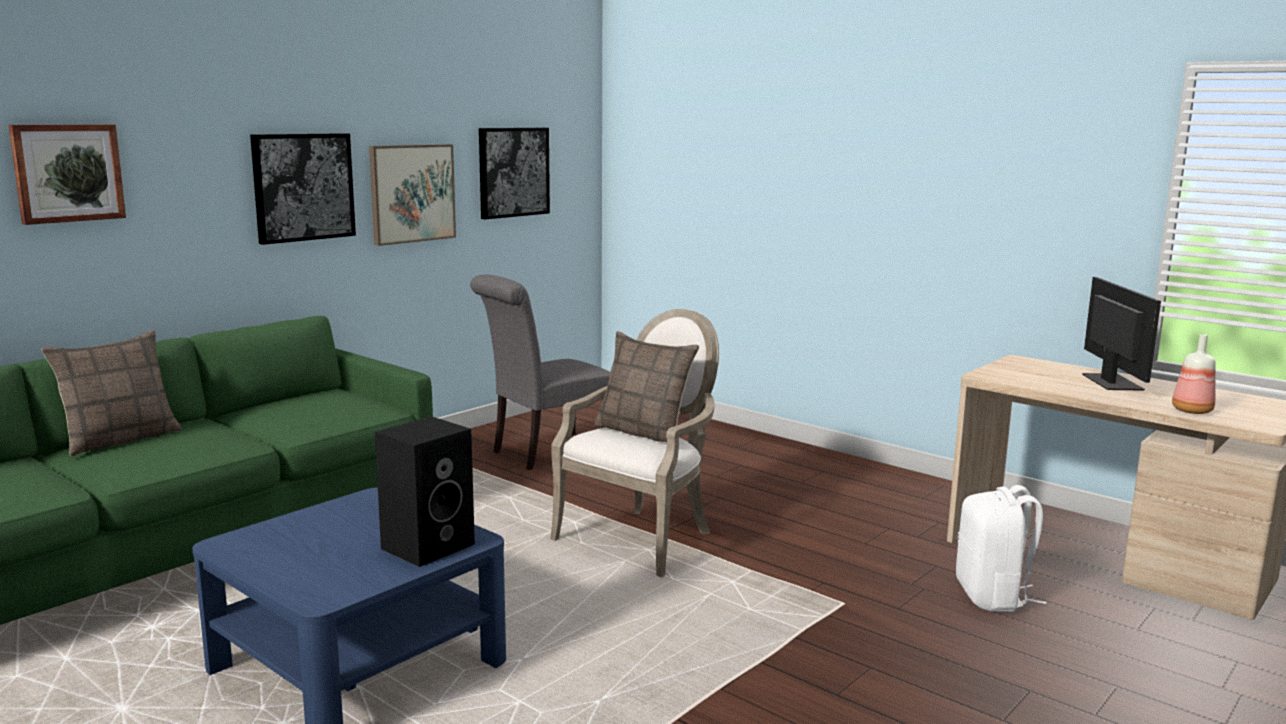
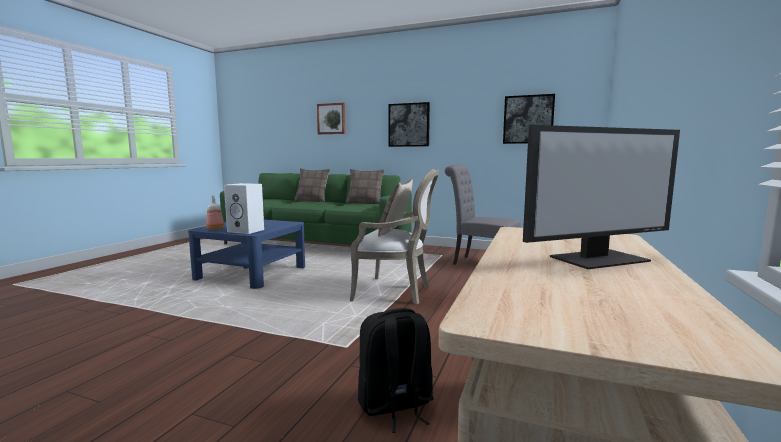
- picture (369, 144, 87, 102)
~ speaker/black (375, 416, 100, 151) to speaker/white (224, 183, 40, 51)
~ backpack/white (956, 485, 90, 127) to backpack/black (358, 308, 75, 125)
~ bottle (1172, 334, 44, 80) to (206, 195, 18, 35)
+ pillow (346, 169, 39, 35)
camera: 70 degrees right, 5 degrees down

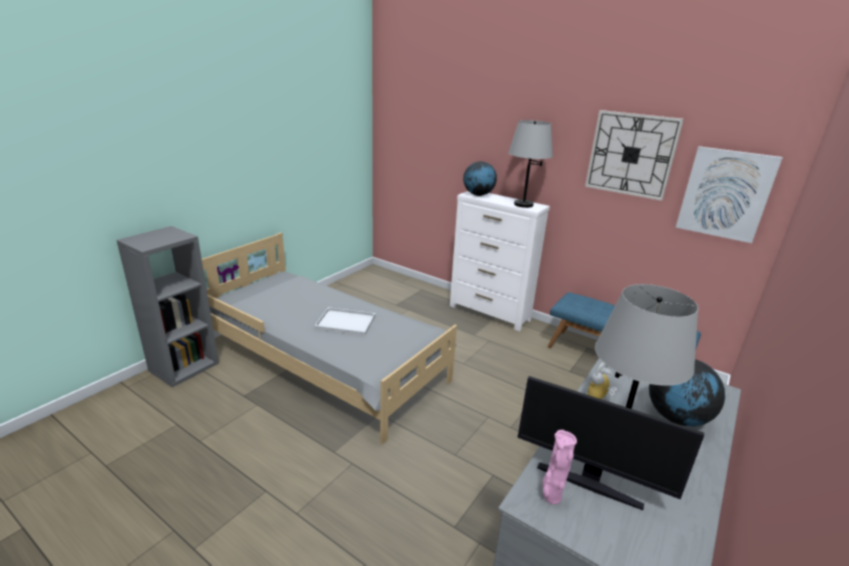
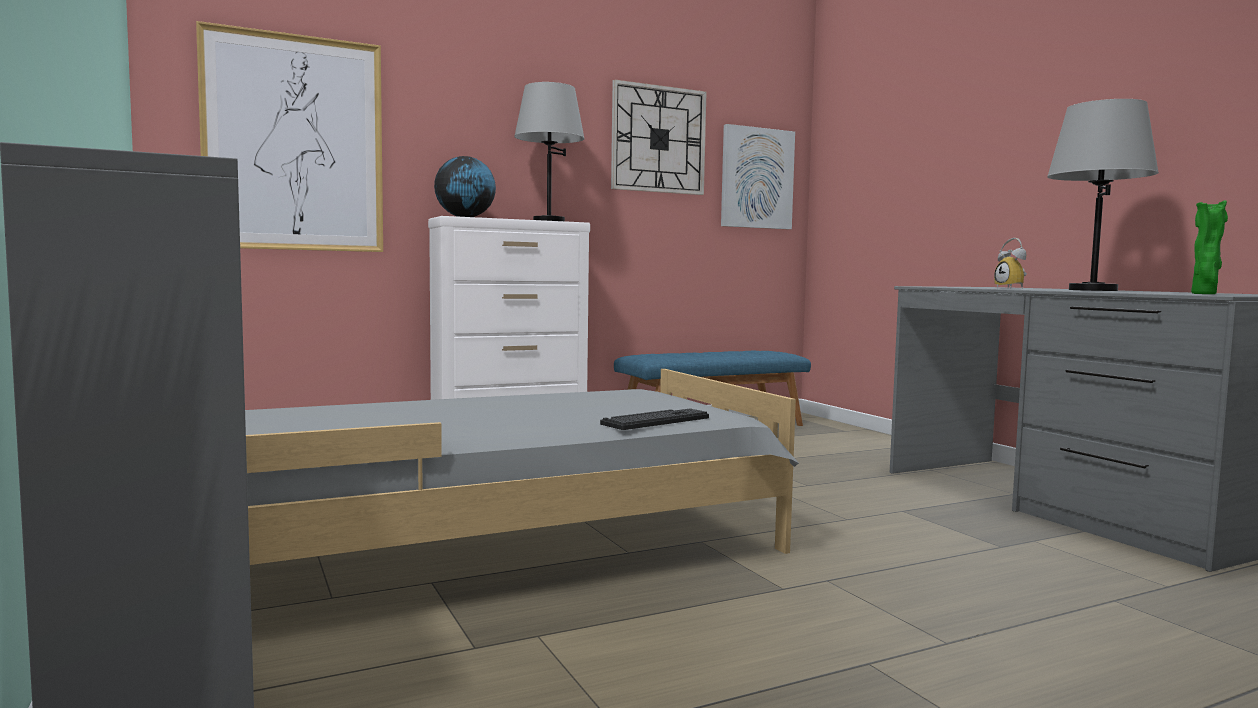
- tray/white (314, 307, 61, 29)
- monitor (518, 376, 186, 134)
~ vase/pink (543, 430, 34, 74) to vase/green (1191, 200, 37, 94)
- globe (649, 359, 76, 67)
+ picture (196, 21, 187, 231)
+ keyboard (600, 408, 109, 22)
camera: 60 degrees left, 20 degrees down

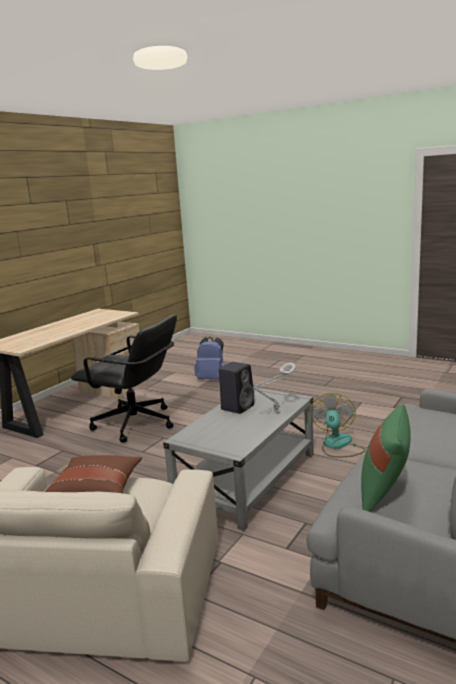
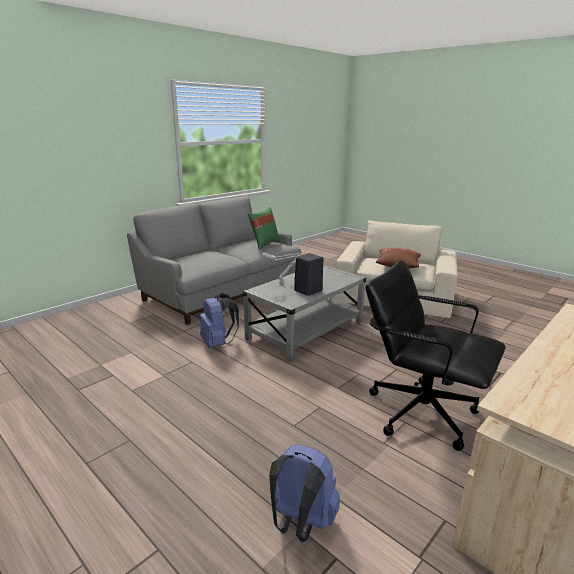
~ fan (313, 393, 53, 65) to backpack/blue (200, 293, 39, 55)
camera: 170 degrees left, 5 degrees up

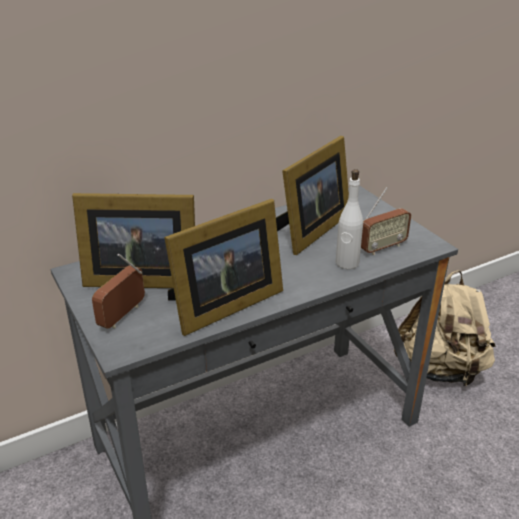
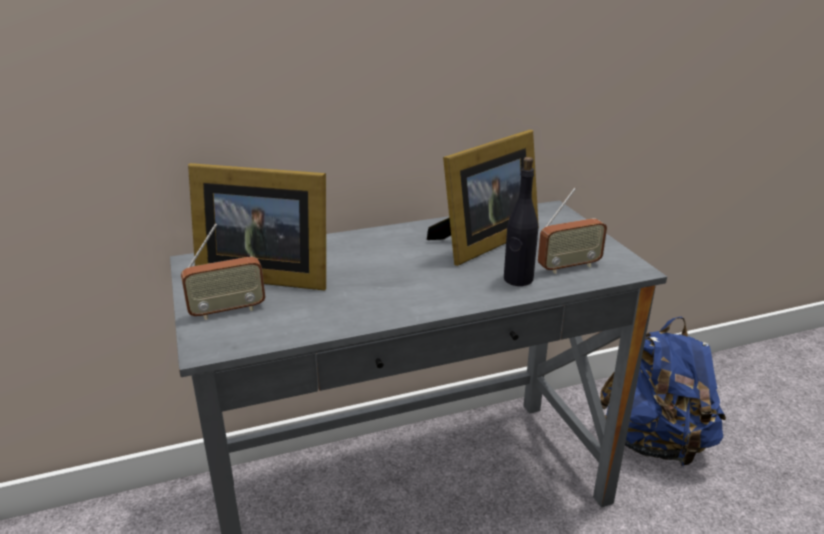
~ radio (92, 254, 53, 74) = (181, 224, 84, 96) 150 degrees counterclockwise
- picture frame (164, 199, 119, 137)
~ bottle/white (336, 169, 27, 100) to bottle/black (504, 157, 34, 129)
~ backpack/beige (394, 270, 102, 118) to backpack/blue (600, 317, 126, 151)
camera: 10 degrees right, 5 degrees down

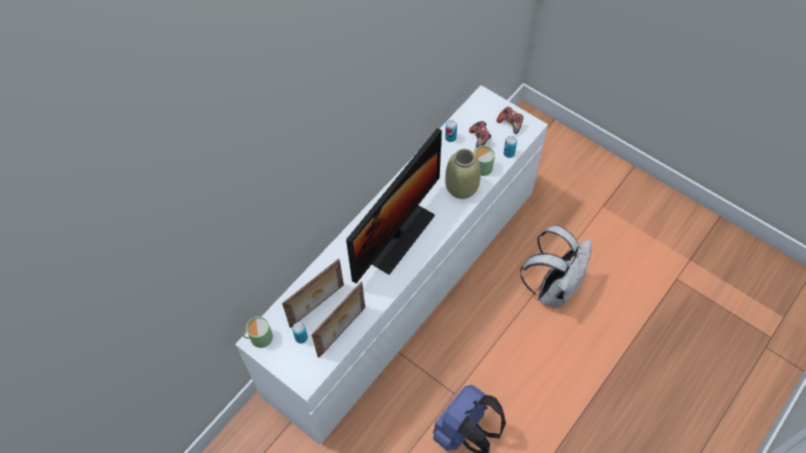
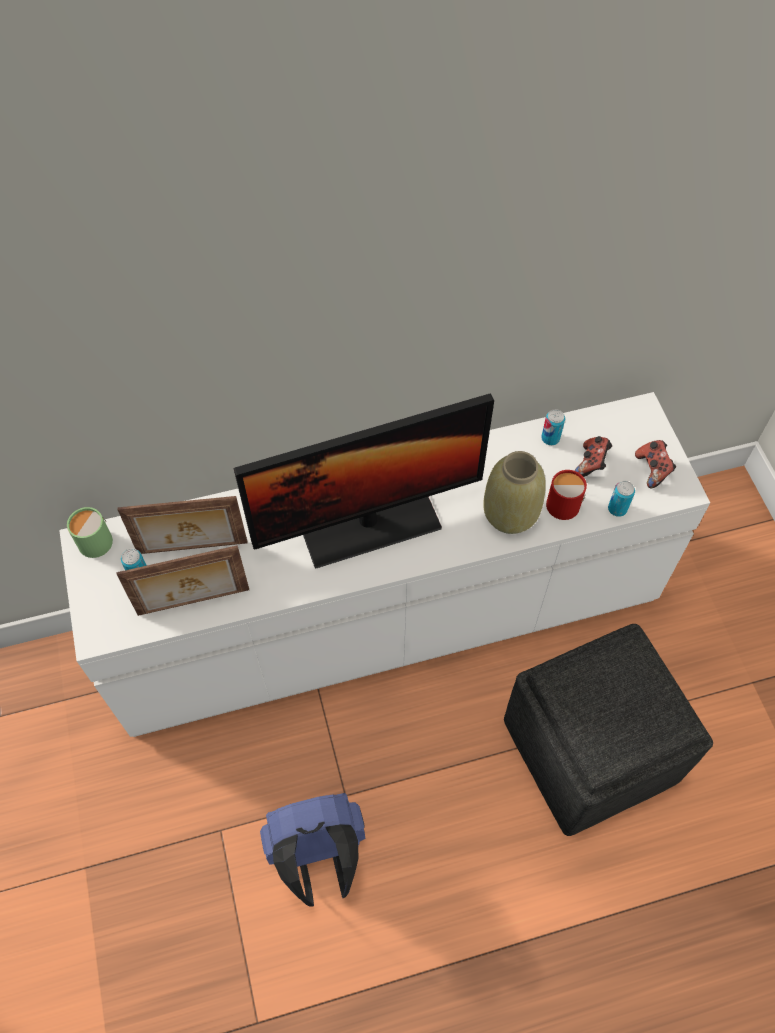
~ mug/green (474, 146, 21, 30) to mug/red (546, 470, 41, 50)
~ backpack/white (520, 226, 72, 82) to ottoman/grey (504, 624, 209, 212)
camera: 35 degrees right, 0 degrees up

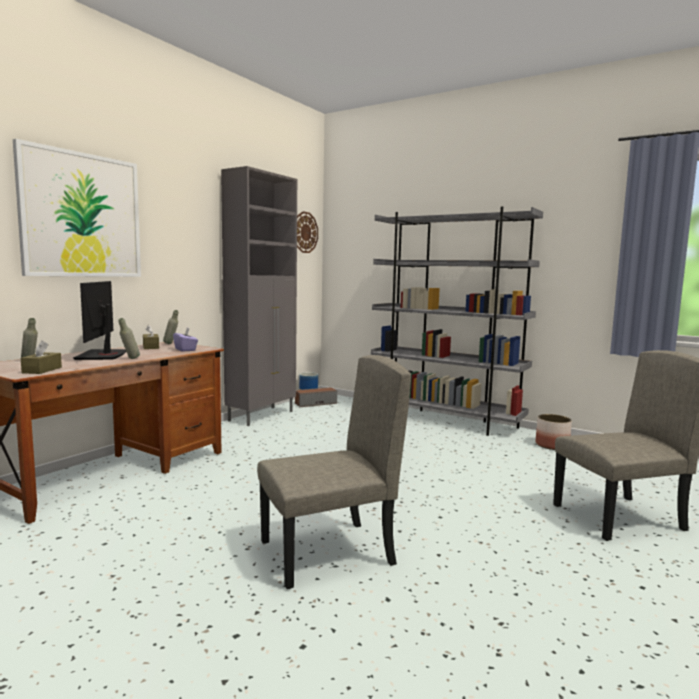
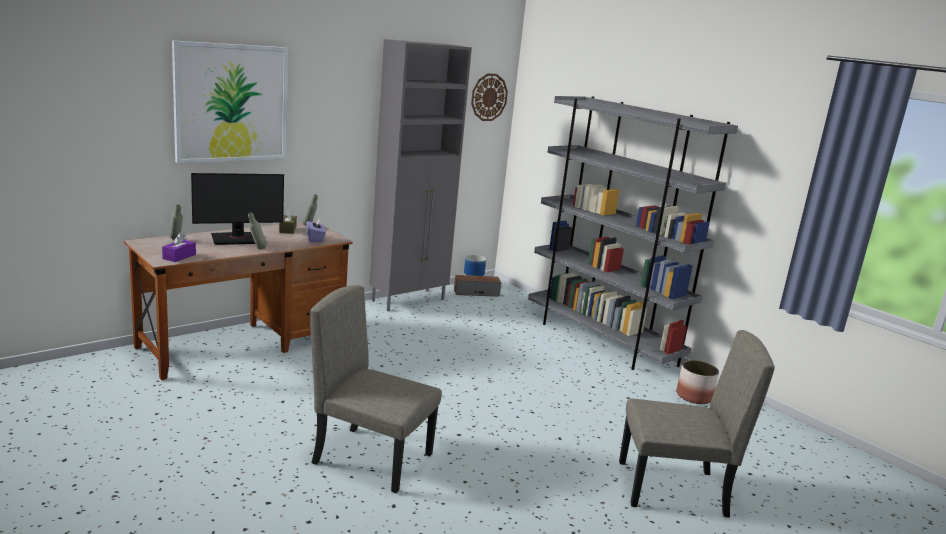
~ tissue box/brown (21, 341, 41, 33) to tissue box/purple (162, 232, 34, 30)
~ monitor (73, 281, 53, 79) = (191, 173, 93, 72) 120 degrees counterclockwise
~ chair/beige (257, 355, 154, 234) = (310, 285, 132, 208) 150 degrees counterclockwise
camera: 15 degrees right, 10 degrees up

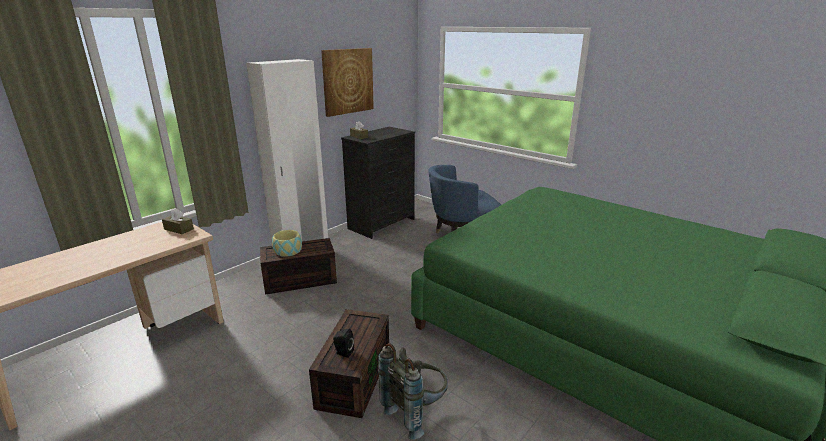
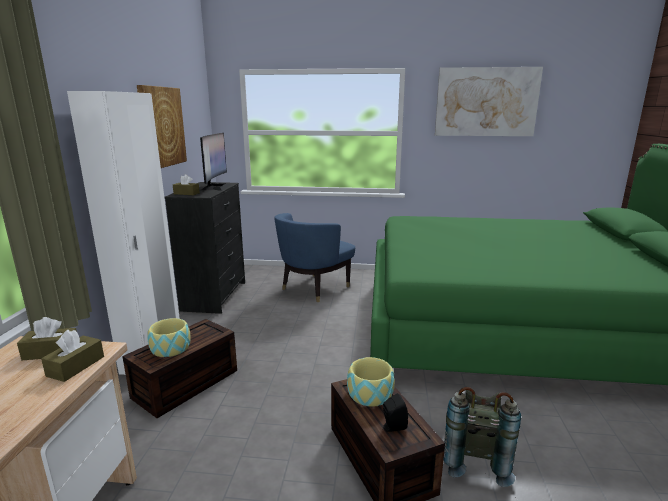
+ tissue box/brown (41, 330, 63, 52)
+ monitor (199, 133, 32, 58)
+ bowl (347, 357, 48, 50)
+ picture (435, 67, 108, 69)
camera: 35 degrees left, 5 degrees down

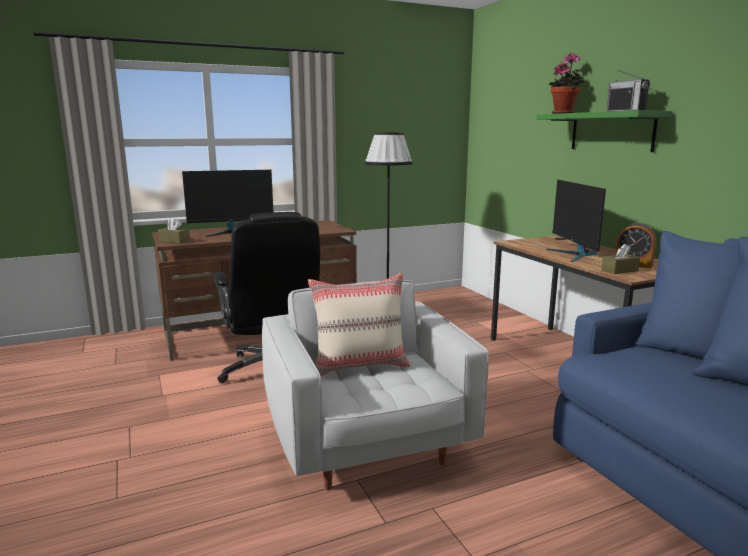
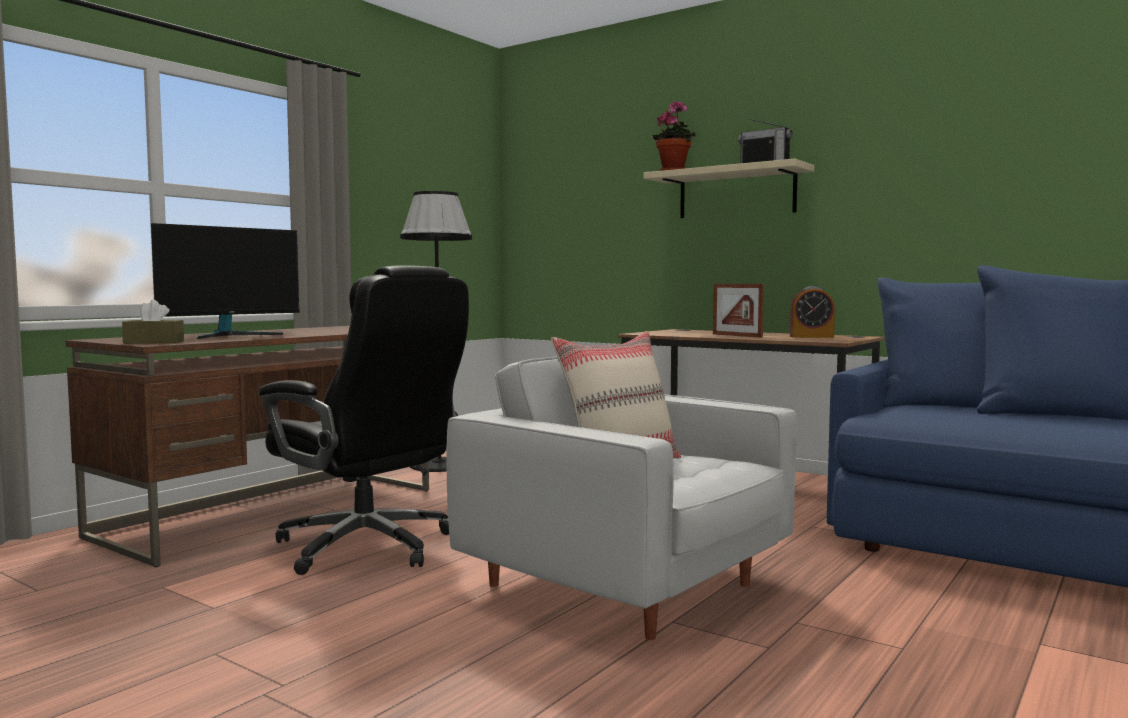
~ shelf/green (536, 110, 136, 42) to shelf/beige (644, 159, 170, 59)
~ monitor (546, 180, 60, 82) to picture frame (713, 284, 51, 54)
- tissue box/brown (601, 244, 39, 30)
camera: 30 degrees left, 10 degrees down

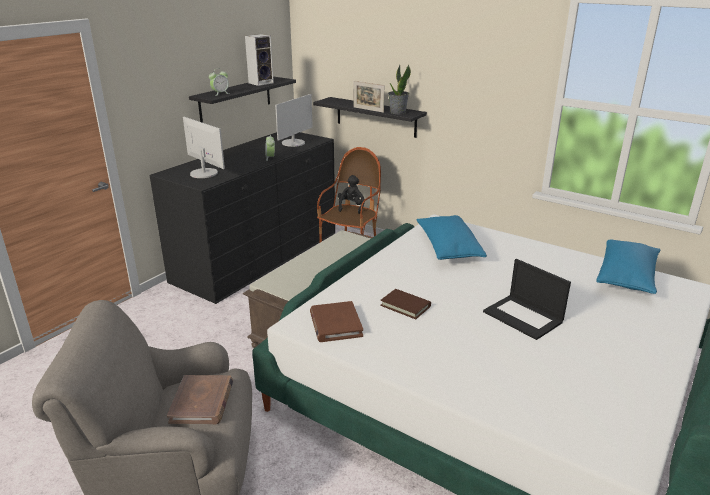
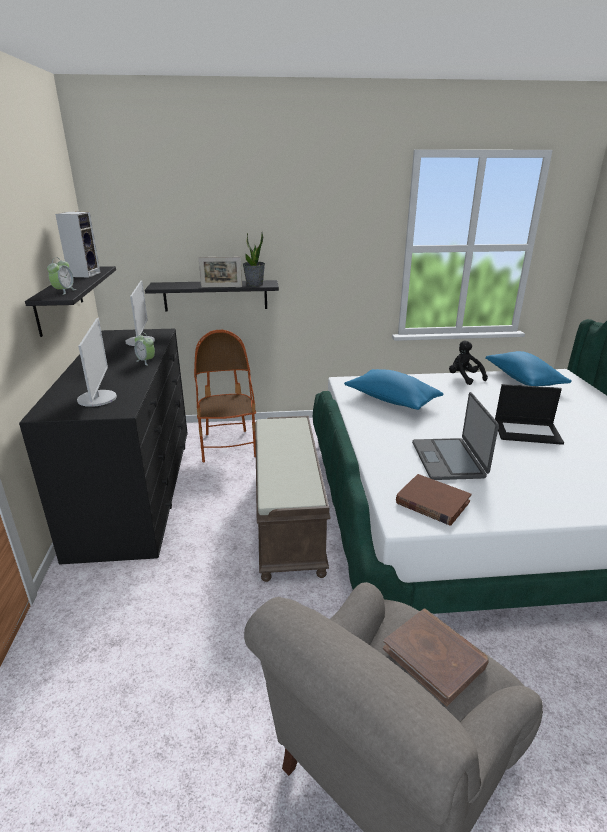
~ monitor (183, 117, 42, 61) = (77, 318, 40, 89) 75 degrees clockwise
~ plush toy/black (338, 175, 27, 39) to (449, 340, 39, 45)
~ book/brown (380, 289, 51, 30) to laptop (412, 392, 87, 88)
camera: 40 degrees left, 0 degrees up

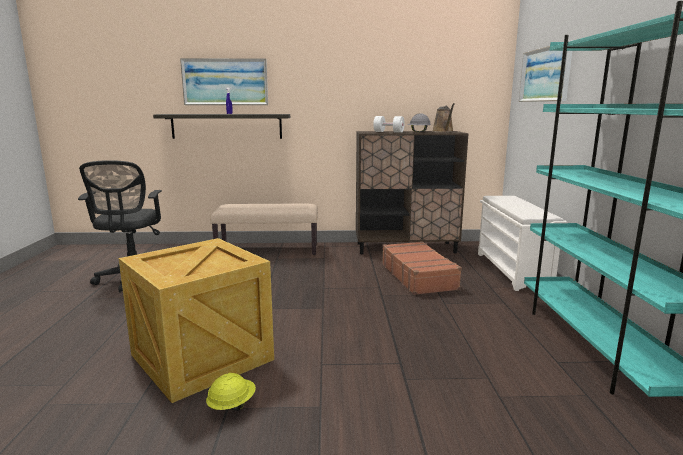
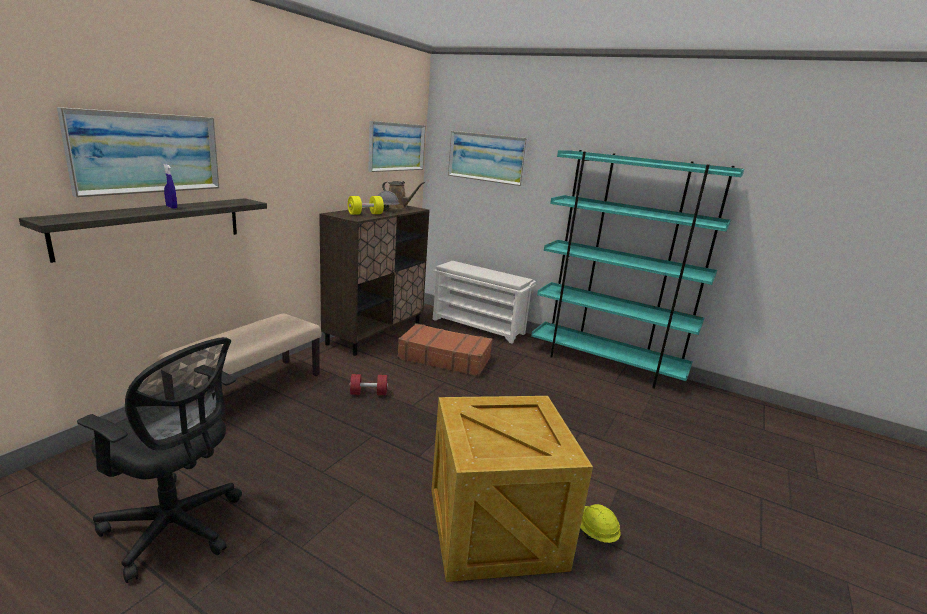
~ dumbbell/white (373, 116, 32, 17) to dumbbell/yellow (348, 196, 36, 19)
+ dumbbell/red (350, 374, 38, 21)
+ picture (368, 121, 58, 51)
camera: 60 degrees left, 5 degrees up

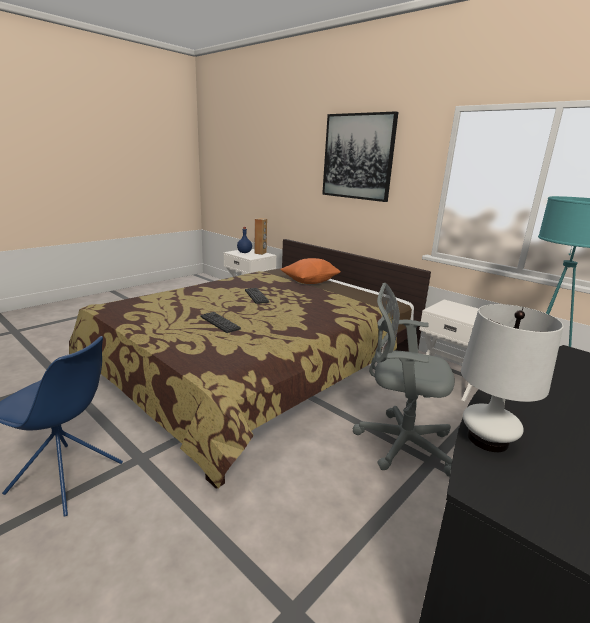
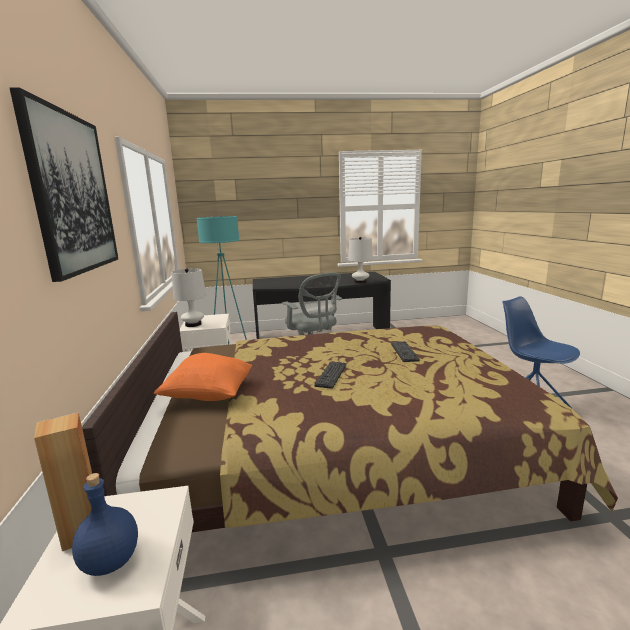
+ table lamp/white (172, 268, 34, 59)
camera: 140 degrees left, 5 degrees down

